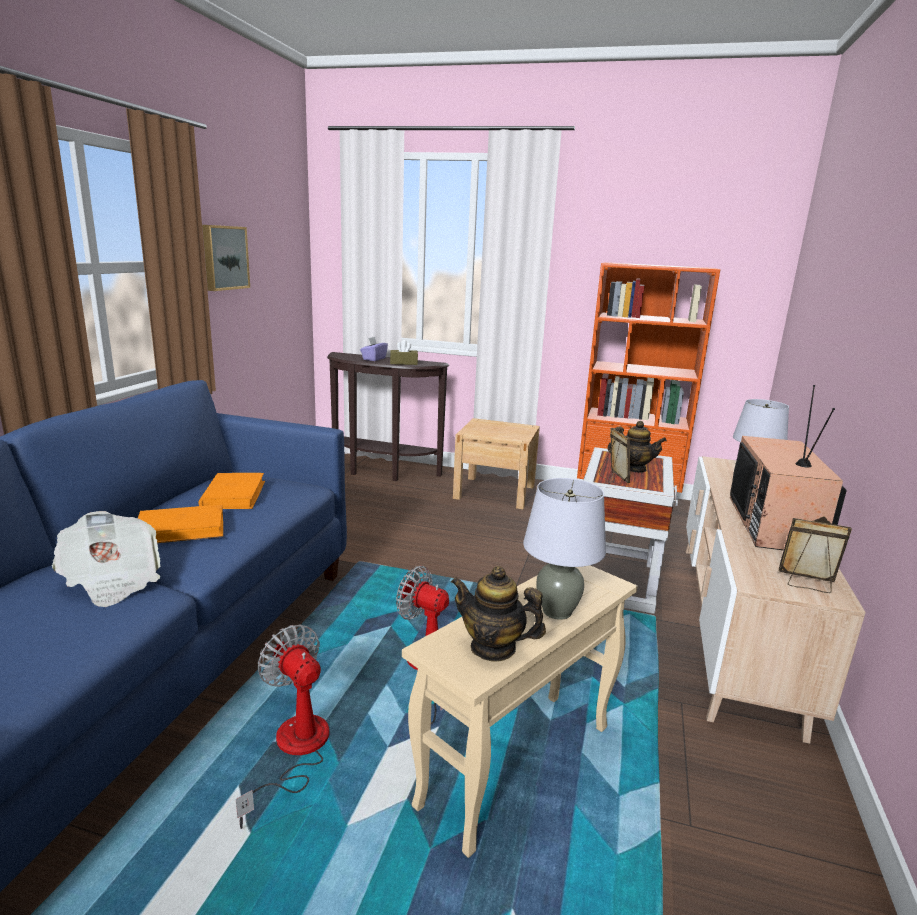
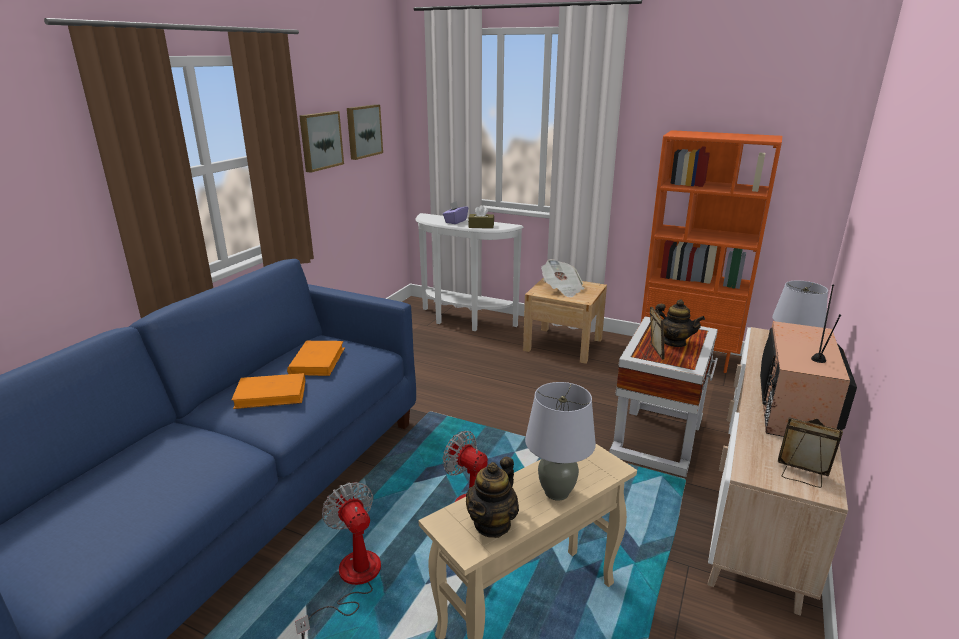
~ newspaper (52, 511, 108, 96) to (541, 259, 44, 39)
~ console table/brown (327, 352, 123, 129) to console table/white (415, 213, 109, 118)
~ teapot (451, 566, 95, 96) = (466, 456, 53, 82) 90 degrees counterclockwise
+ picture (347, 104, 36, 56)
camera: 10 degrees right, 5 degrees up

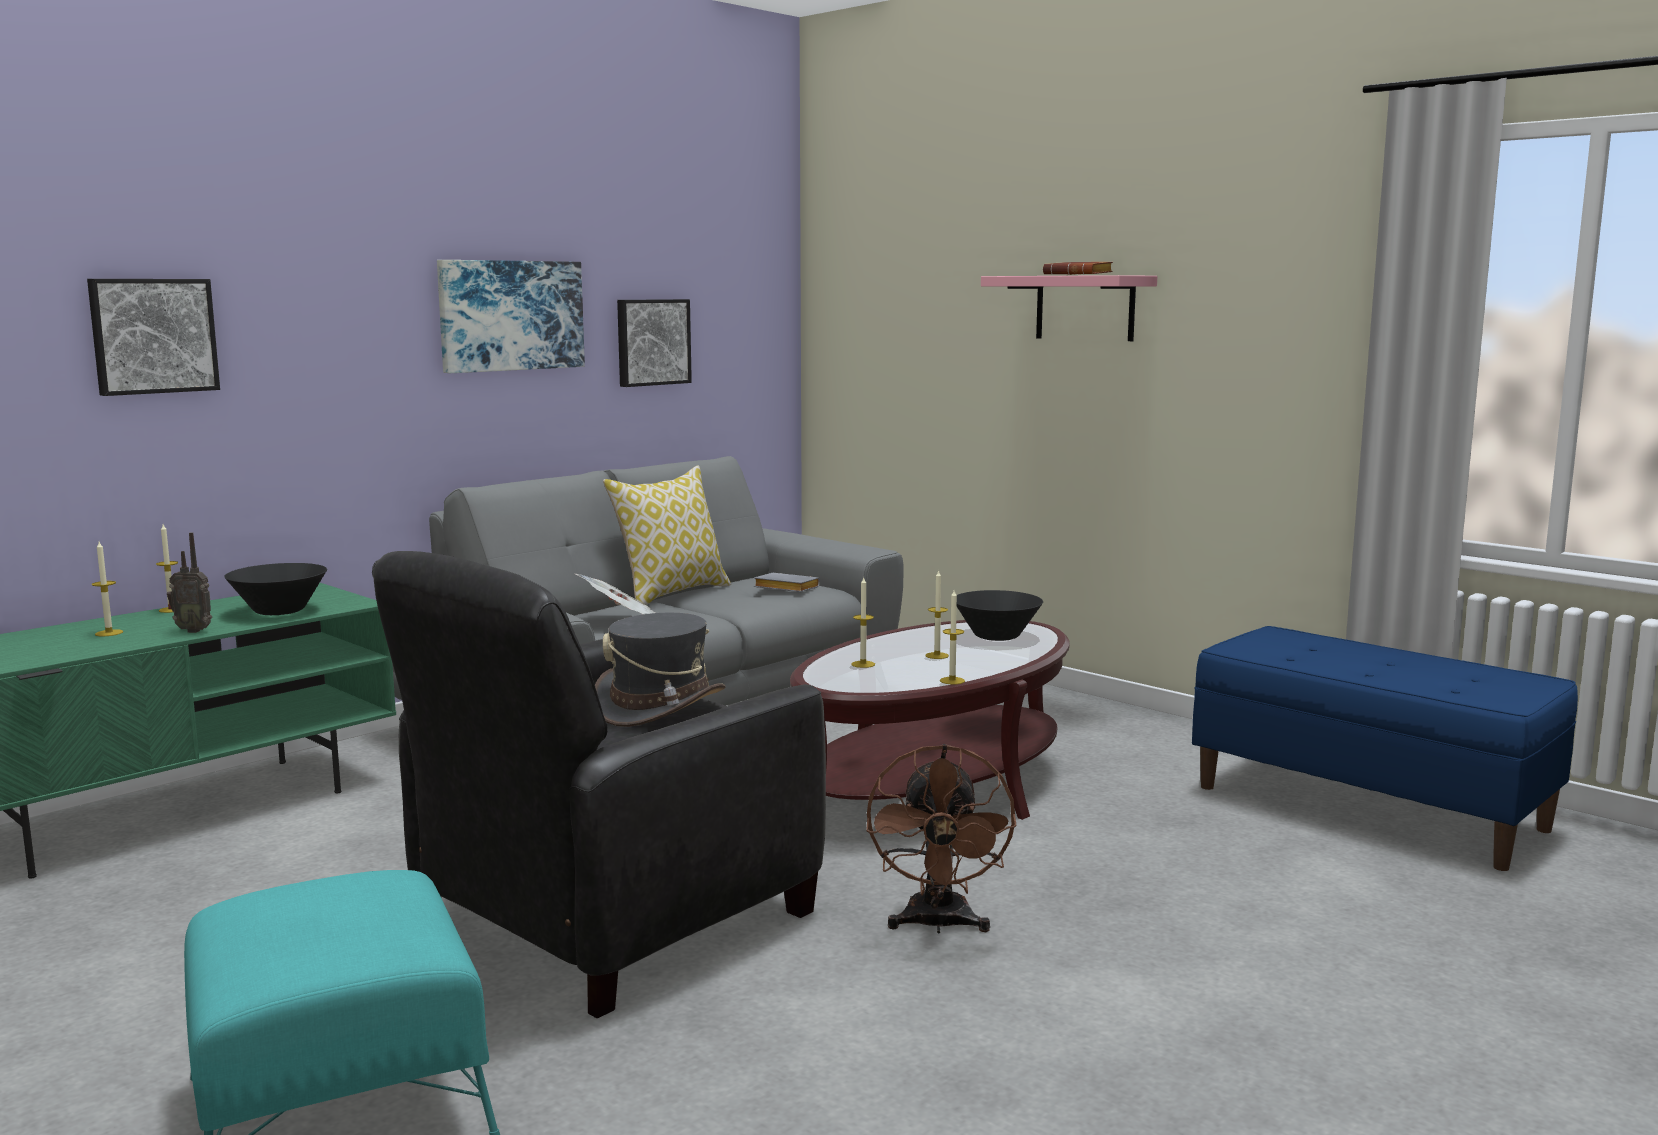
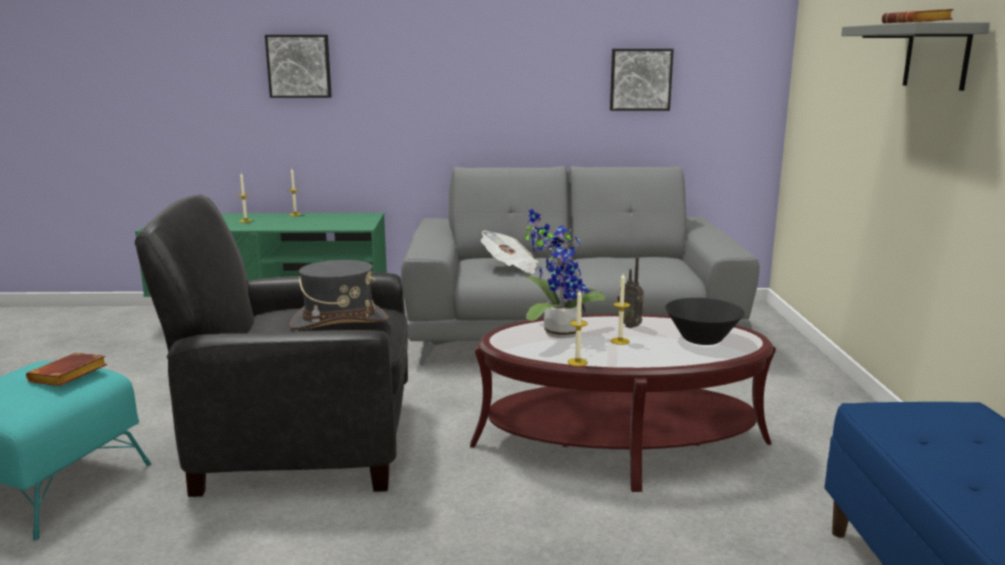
~ radio (167, 532, 45, 101) to (617, 257, 28, 71)
- bowl/black (224, 563, 103, 52)
- picture (437, 260, 148, 113)
- pillow (603, 465, 128, 140)
- book/grey (754, 573, 66, 19)
~ candle (851, 578, 24, 90) to potted plant (525, 209, 80, 129)
- fan/brown (866, 744, 151, 190)
~ shelf/pink (981, 275, 176, 66) to shelf/grey (841, 22, 149, 69)
+ book/brown (26, 352, 81, 34)
camera: 45 degrees right, 5 degrees up

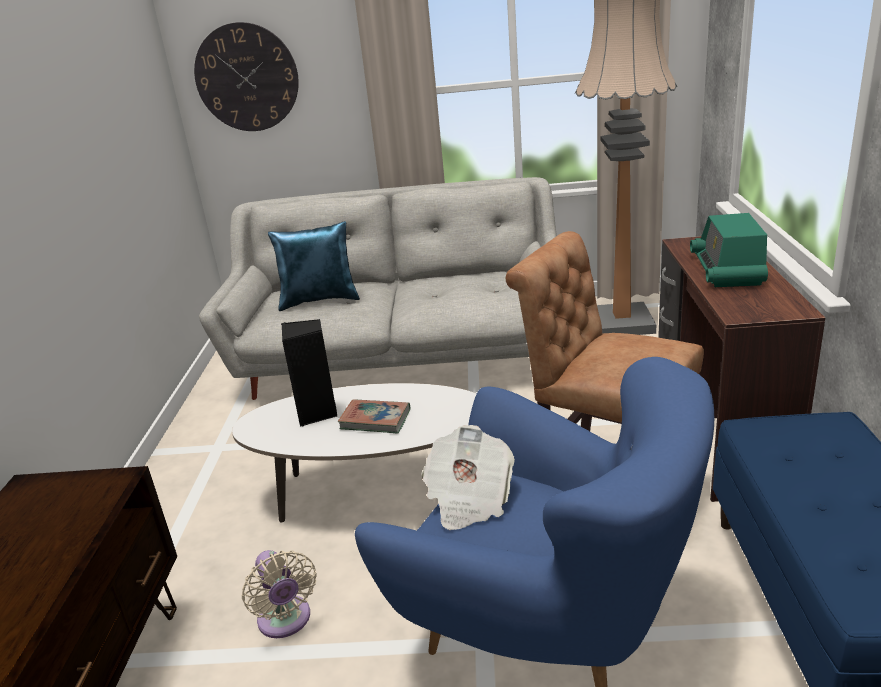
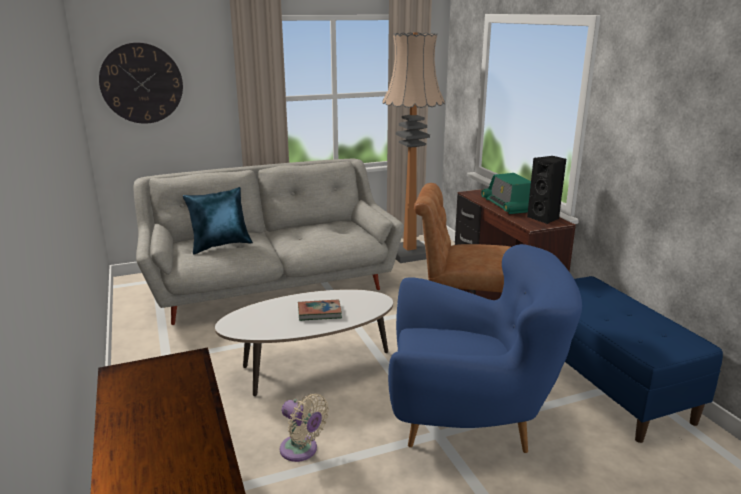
~ speaker/black (281, 319, 56, 108) to (527, 156, 39, 68)
- newspaper (421, 425, 94, 105)
camera: 25 degrees left, 5 degrees down

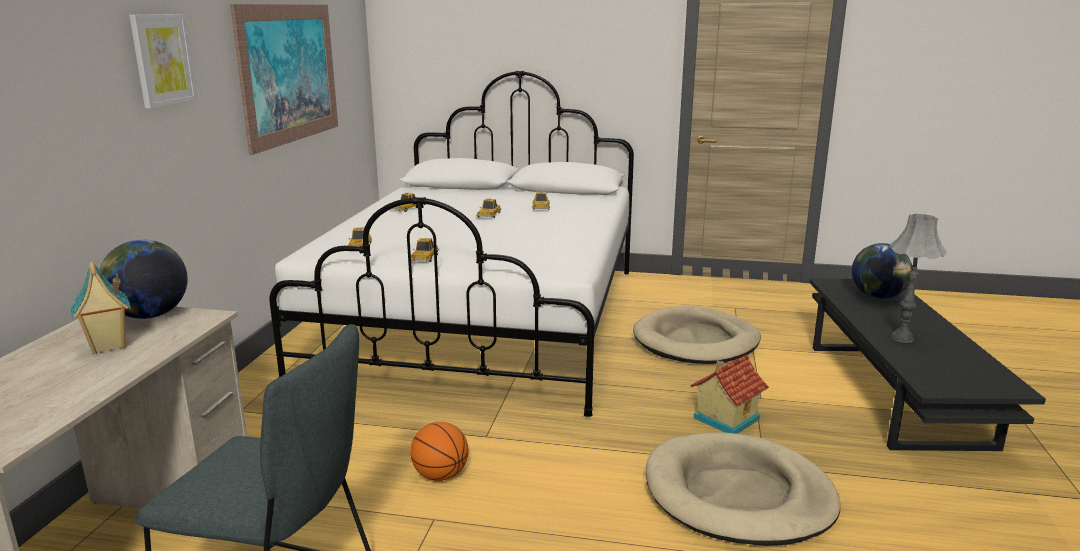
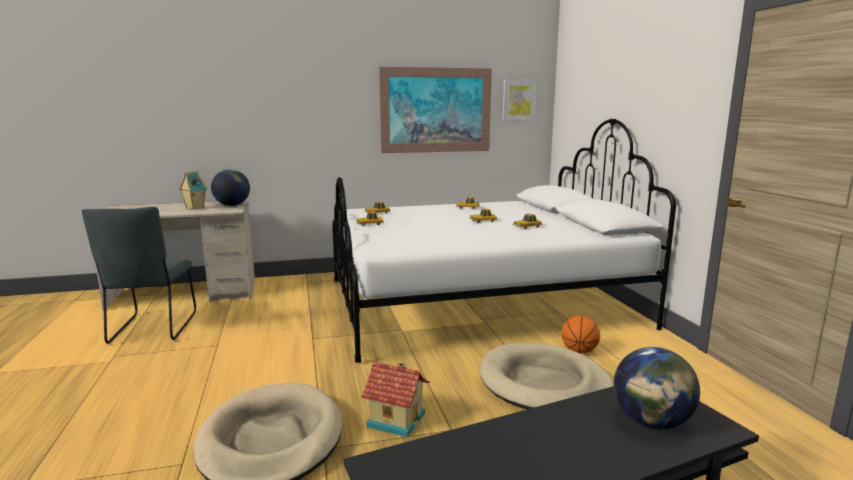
~ picture (129, 14, 68, 95) to (503, 80, 34, 41)
~ basketball (410, 422, 59, 59) to (561, 316, 39, 38)
- table lamp/grey (890, 214, 57, 129)
camera: 65 degrees right, 5 degrees down

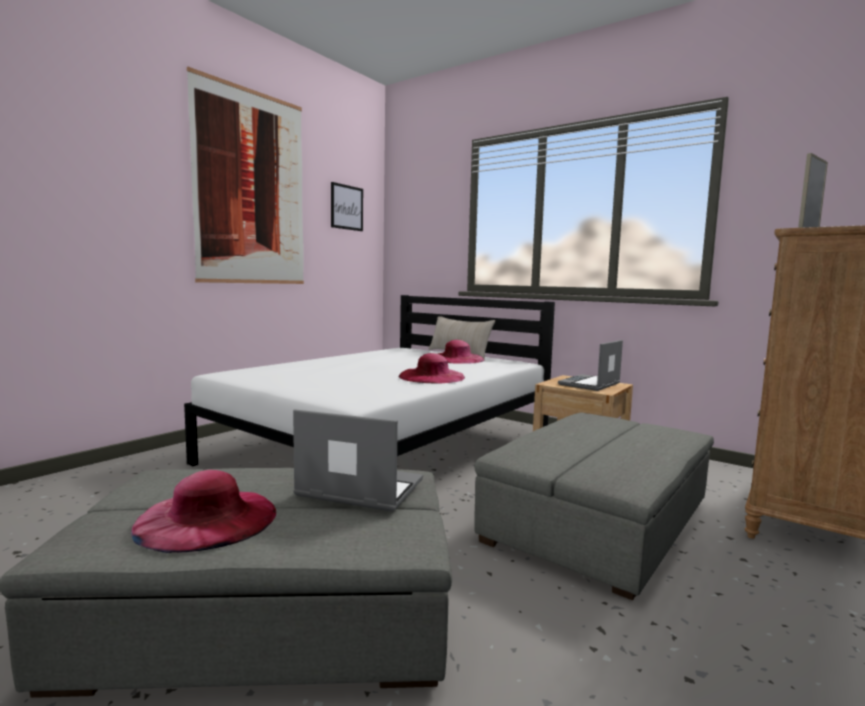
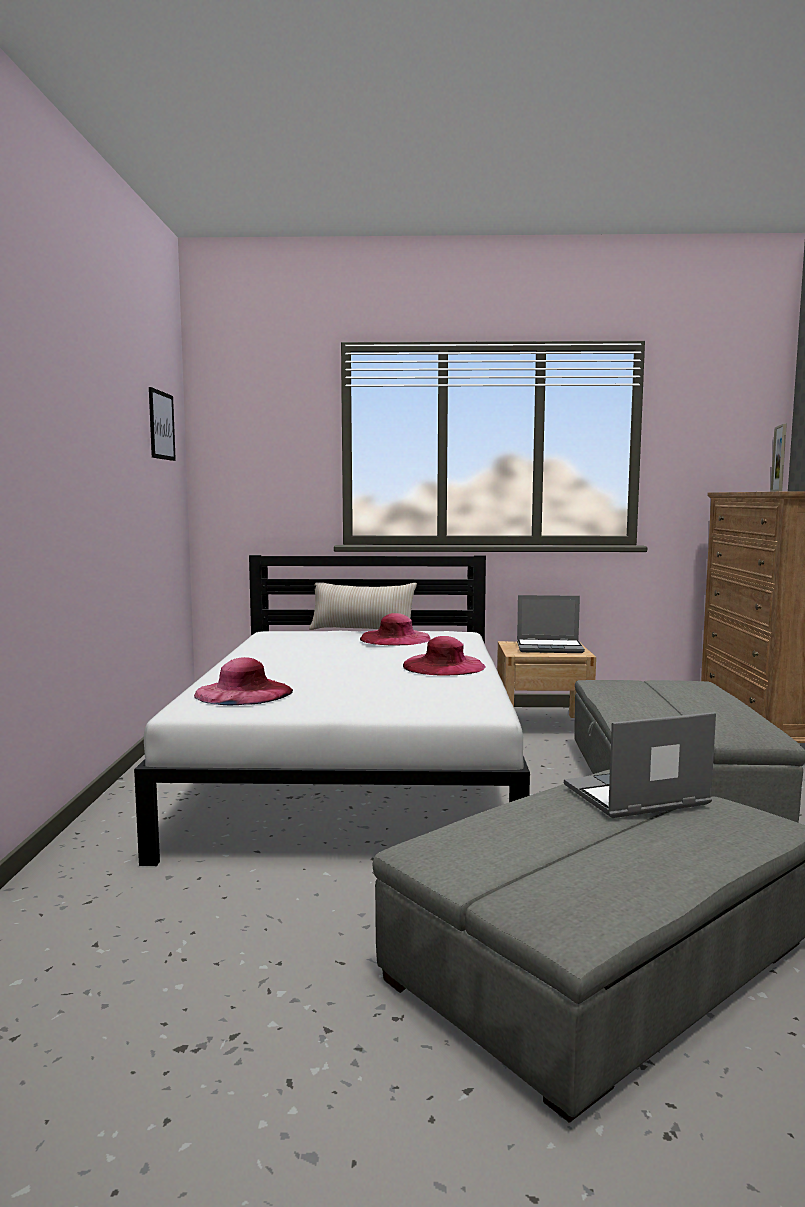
~ hat/pink (131, 470, 145, 83) to (194, 657, 99, 48)
- picture (187, 67, 117, 217)
~ laptop (558, 340, 65, 51) = (517, 595, 68, 58) 90 degrees counterclockwise
camera: 35 degrees left, 0 degrees up

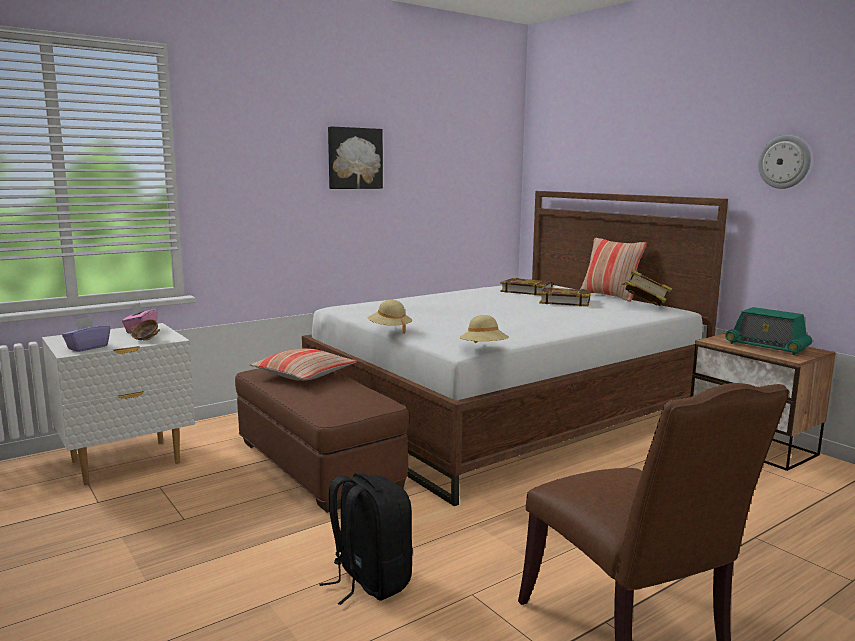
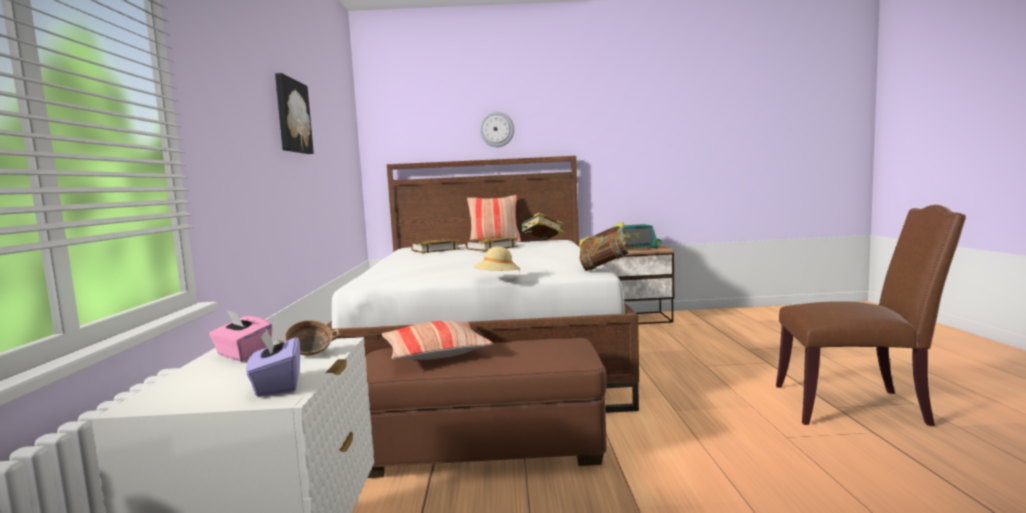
- backpack/black (319, 473, 94, 132)
~ hat/beige (460, 315, 49, 28) to book (579, 222, 54, 49)
~ wall clock (758, 135, 53, 54) to (480, 111, 34, 36)
camera: 55 degrees left, 5 degrees down

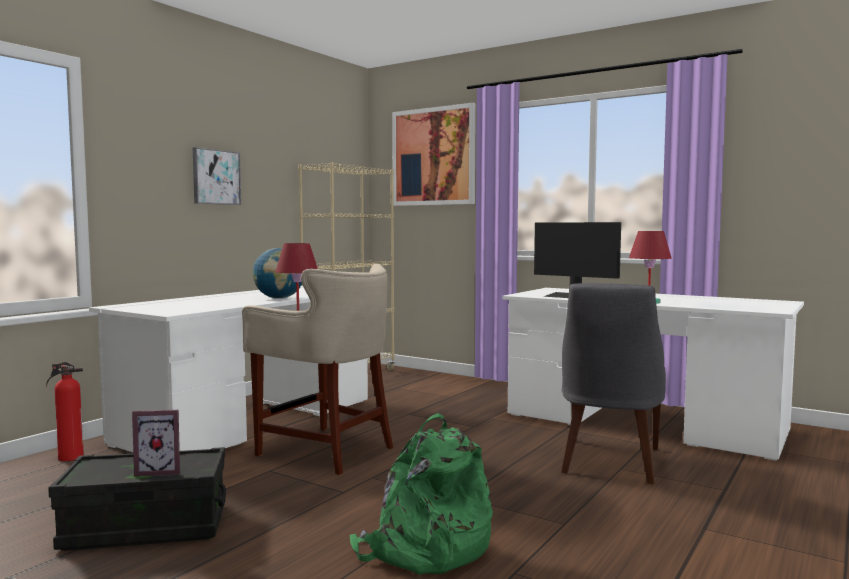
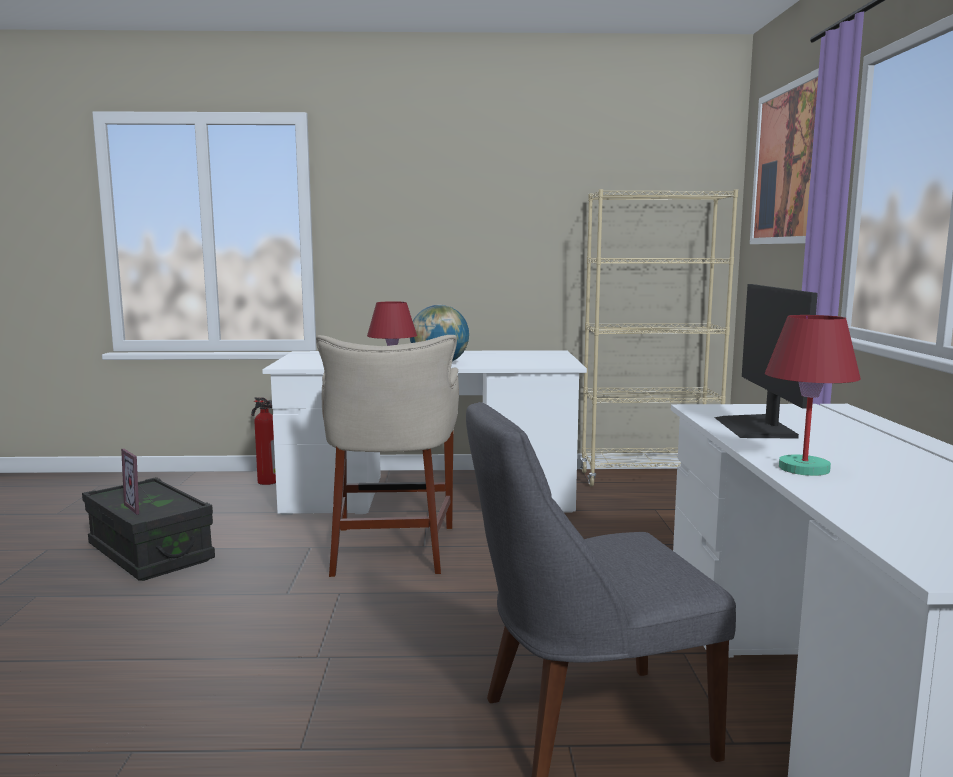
- picture (193, 147, 48, 58)
- backpack/green (349, 413, 144, 162)
camera: 55 degrees right, 5 degrees up

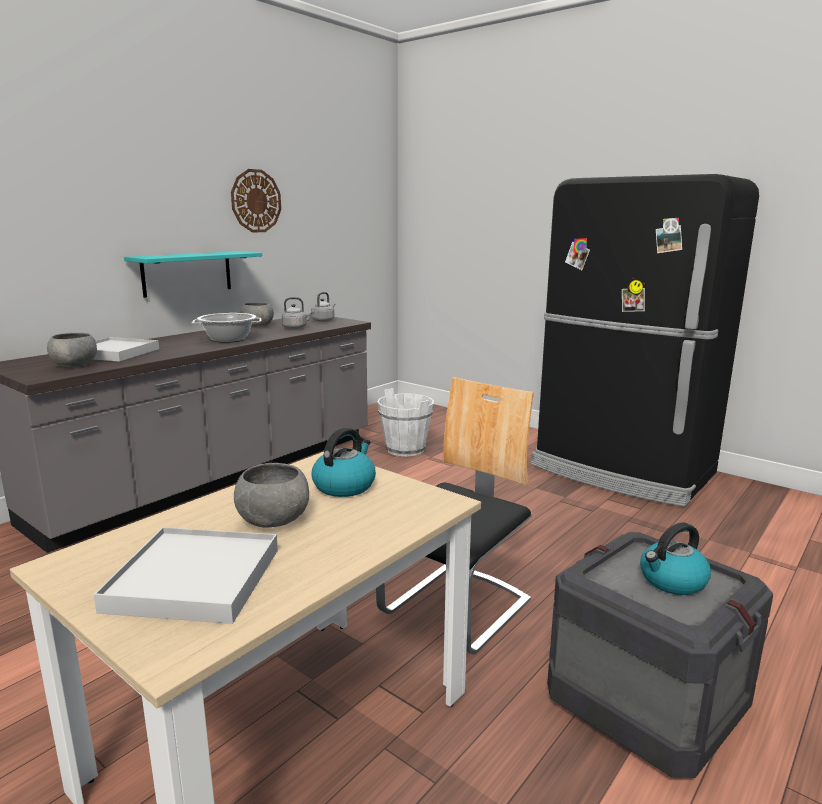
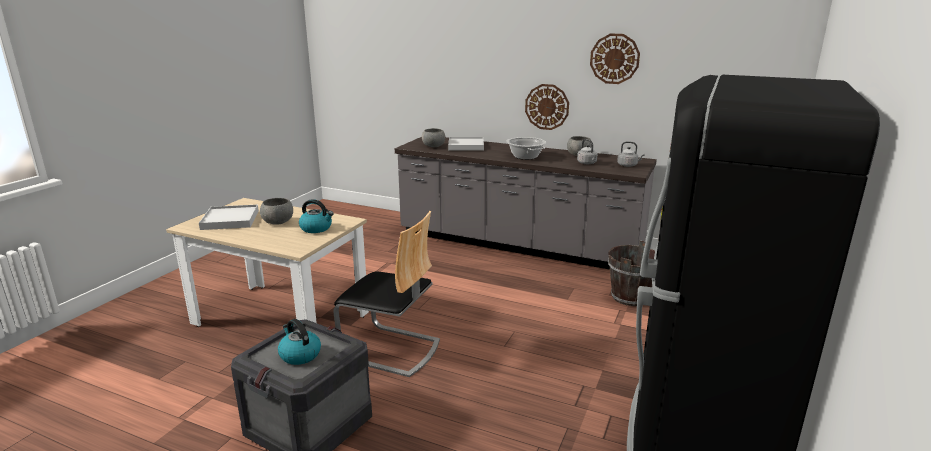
~ shelf/turquoise (124, 251, 138, 47) to wall clock (525, 84, 44, 46)
~ bucket/white (377, 388, 57, 68) to bucket/brown (608, 240, 47, 66)
camera: 75 degrees right, 5 degrees up

